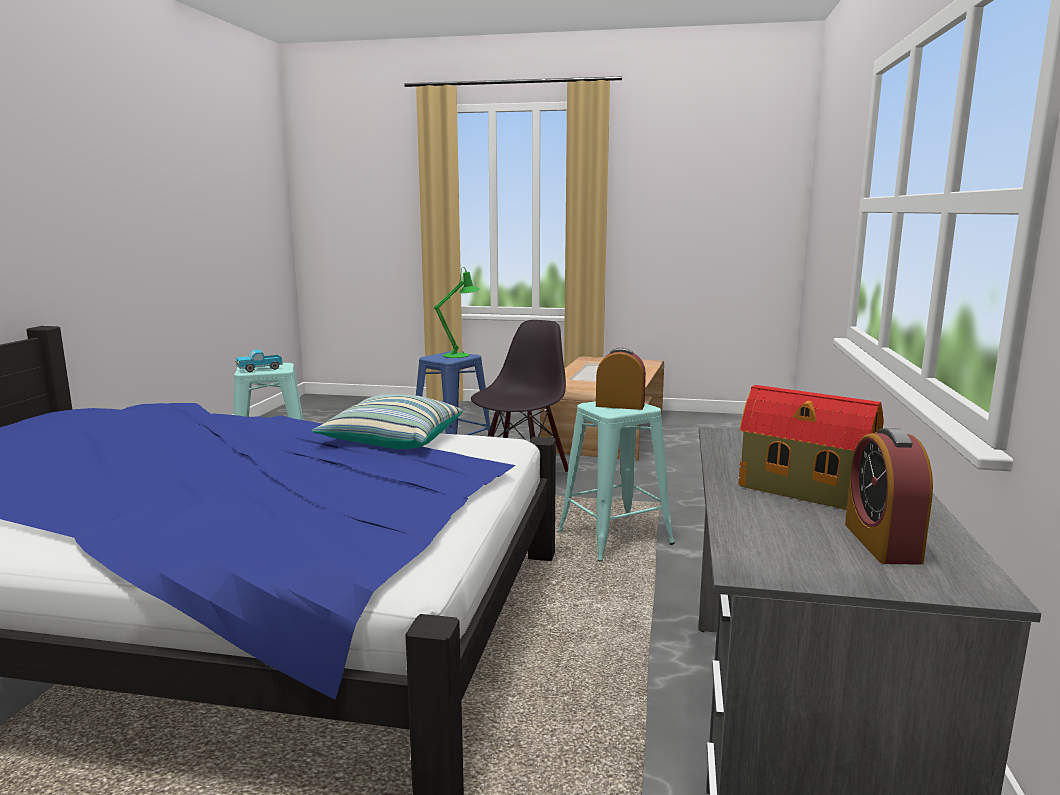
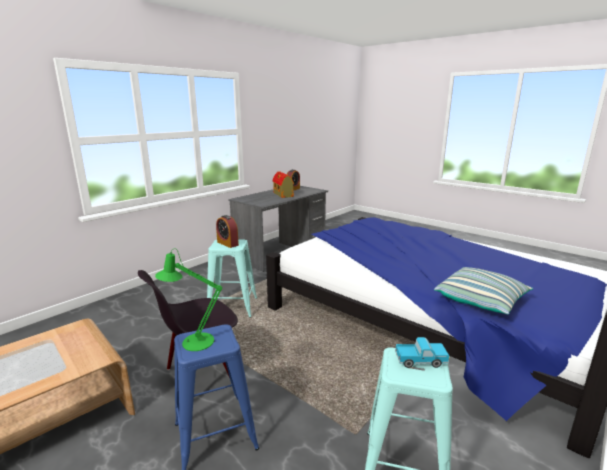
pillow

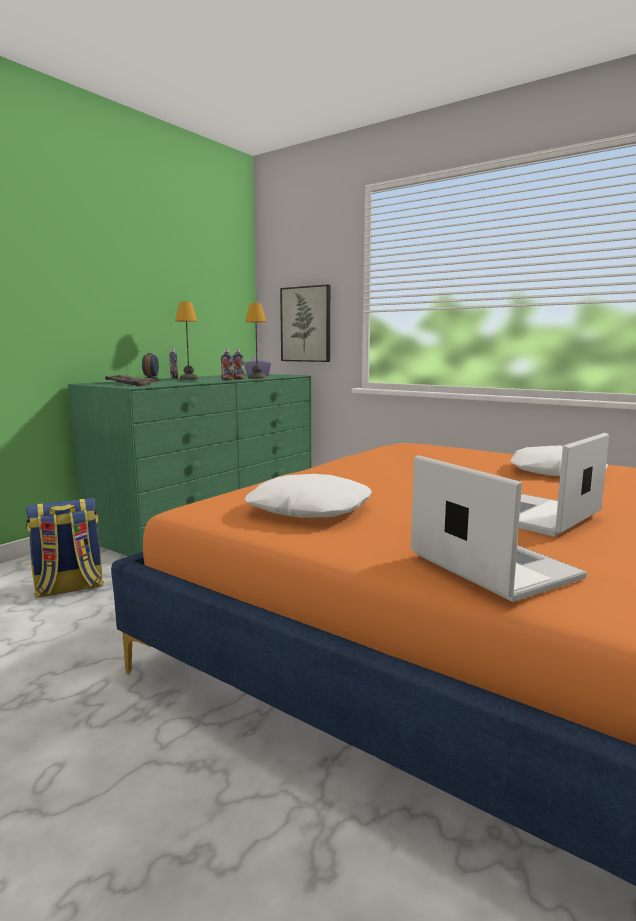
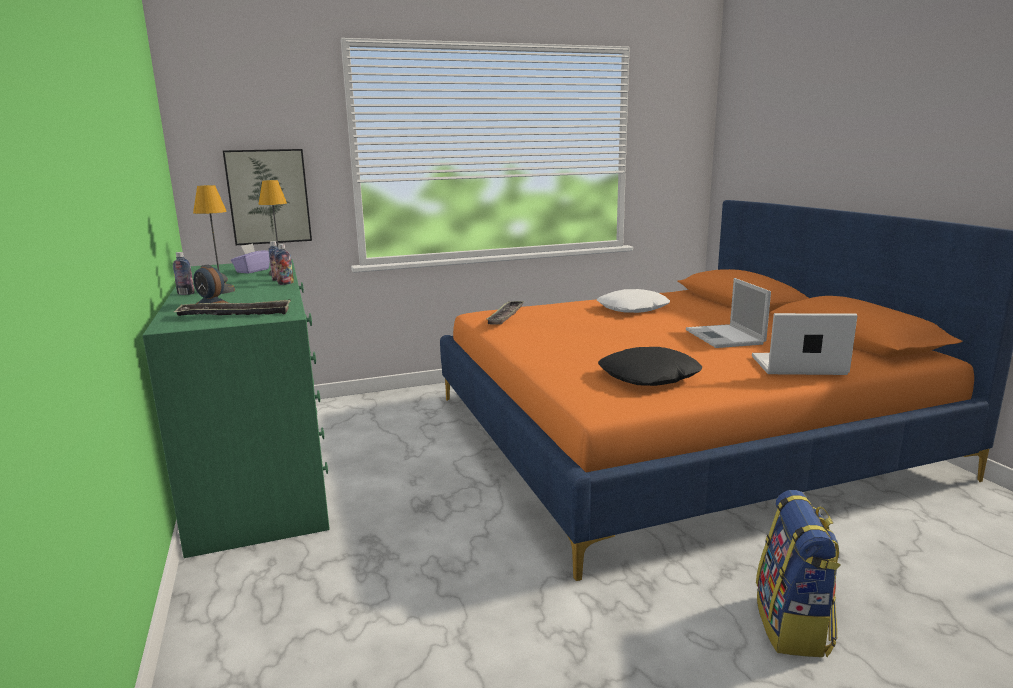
carrying tray (2nd from left)
knapsack
black pillow

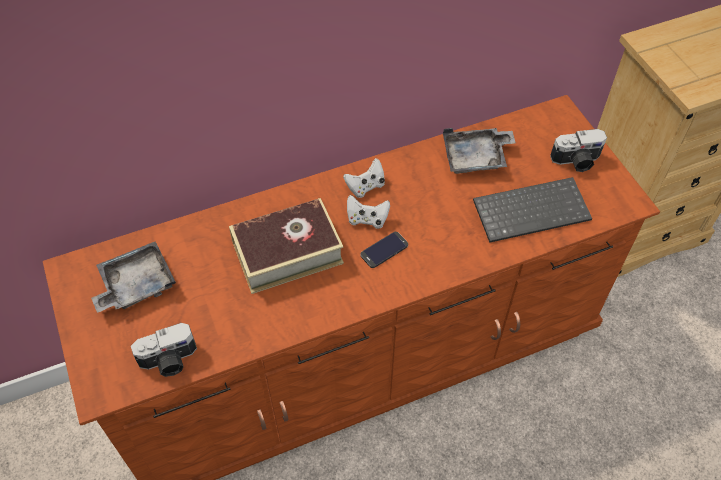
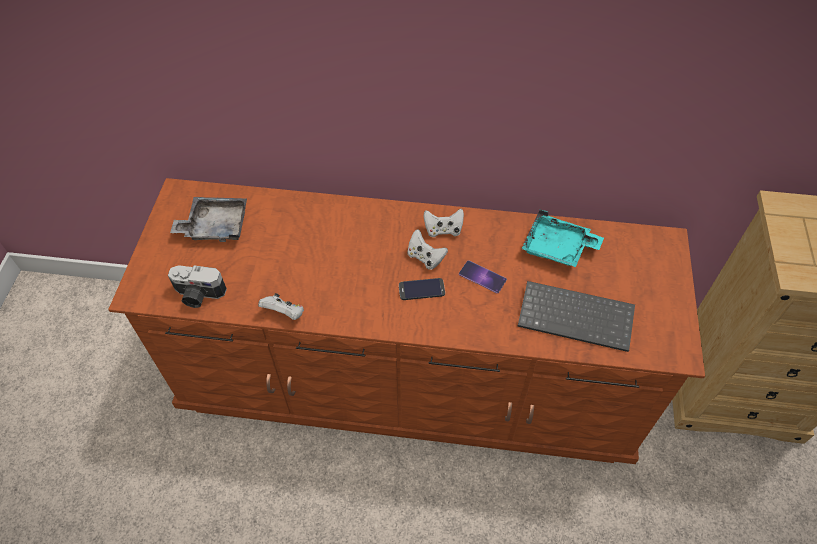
bound book
photo camera (2nd from left in the first image)
whitish game controller (1st from left)
handset (2nd from left)
turquoise-coloured carrying tray

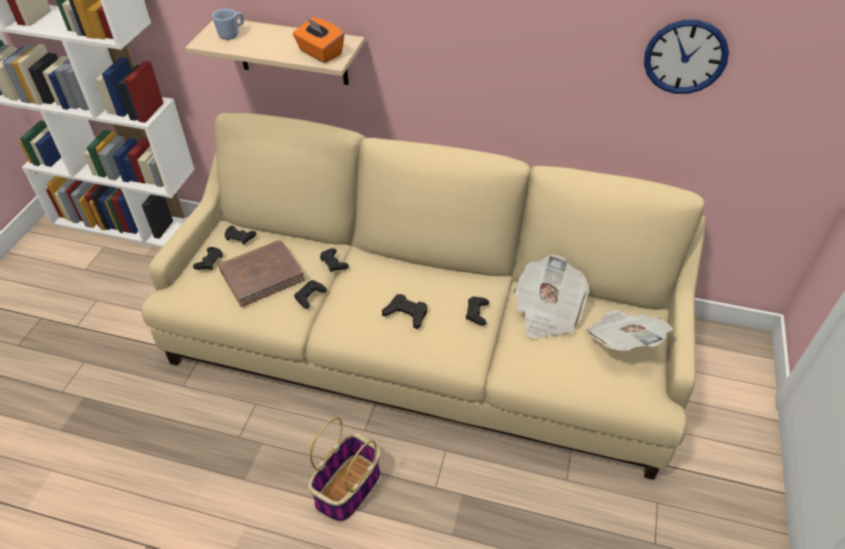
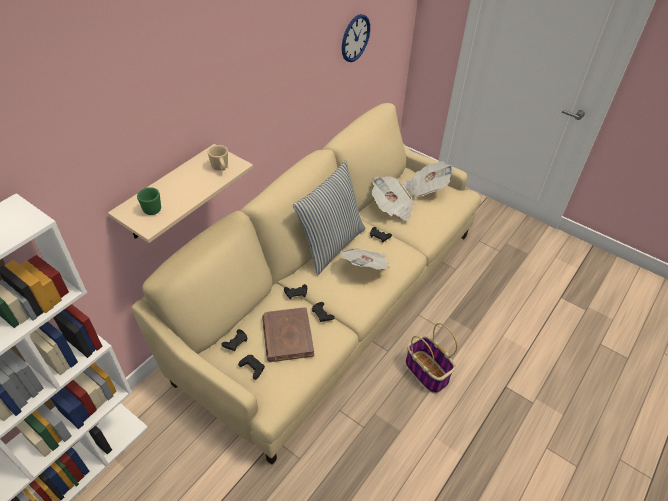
pillow
beige tea mug
daily paper (1st from left)
green tea mug

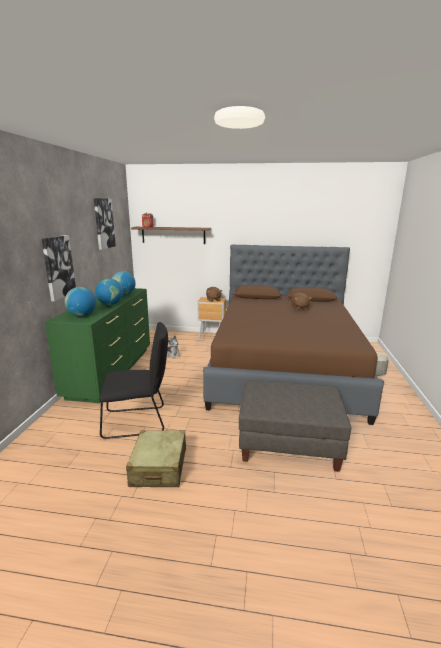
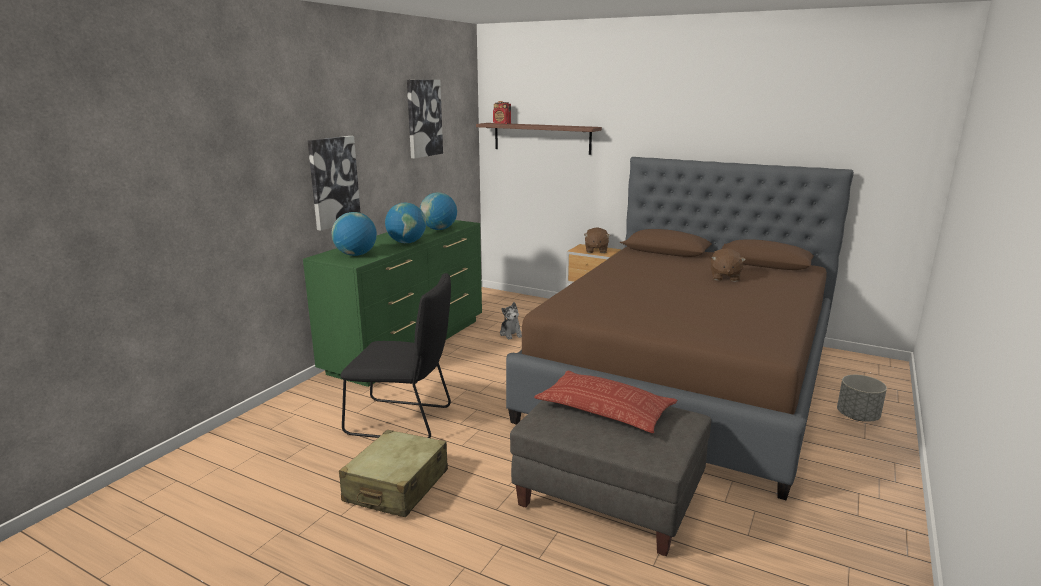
pillow

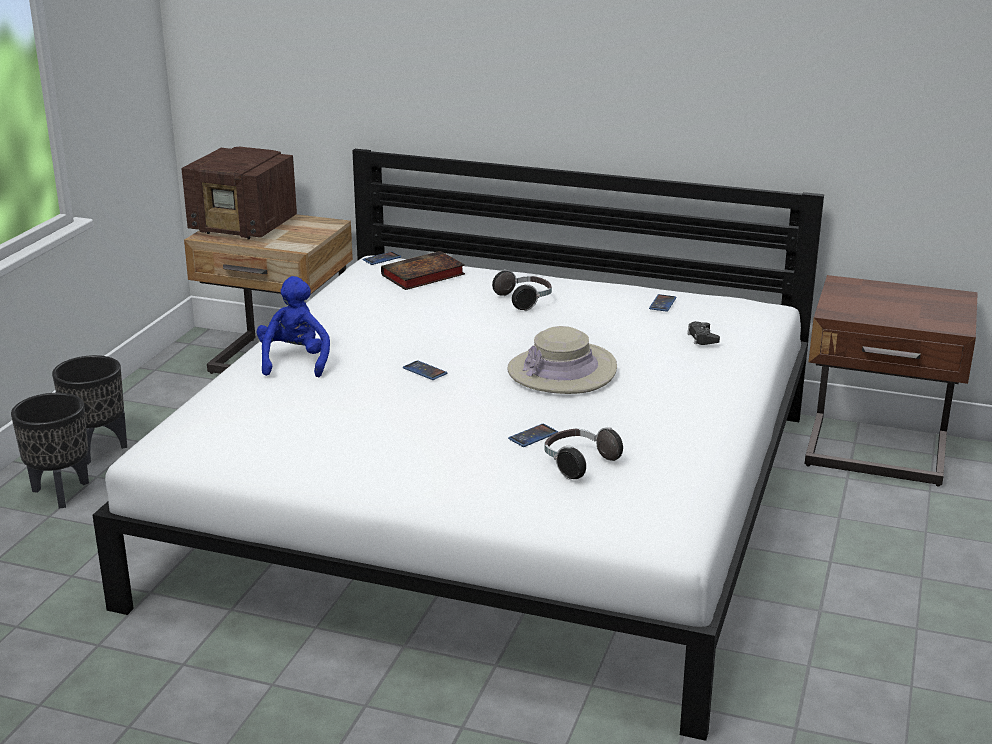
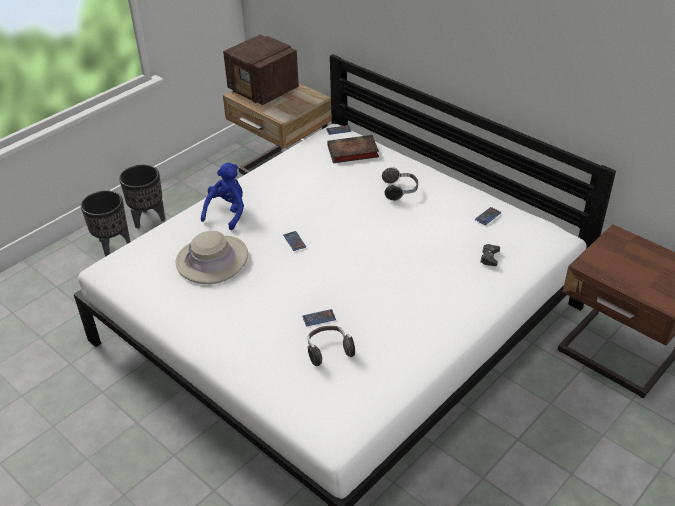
beige clothing hat

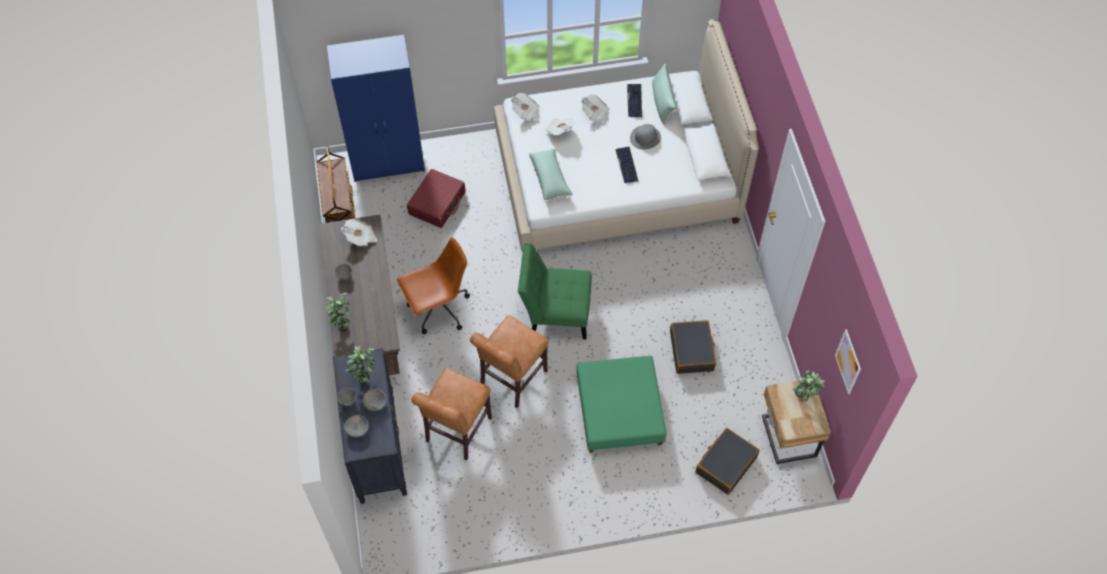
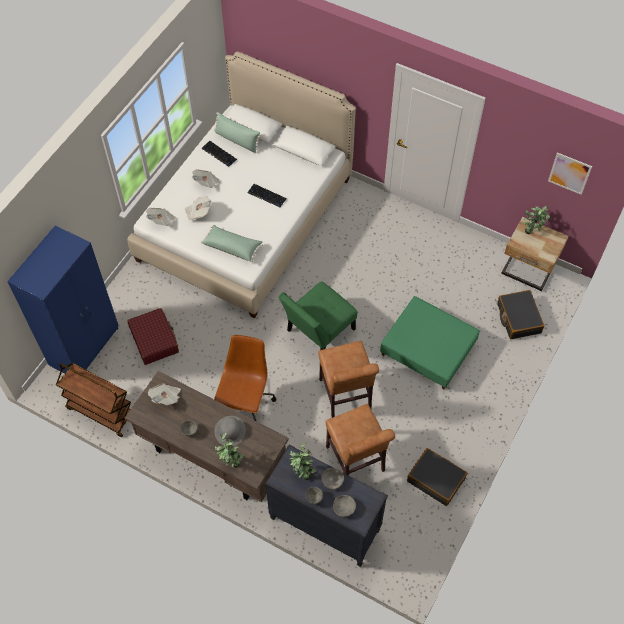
greyish clothing hat
black piece of luggage (1st from left)

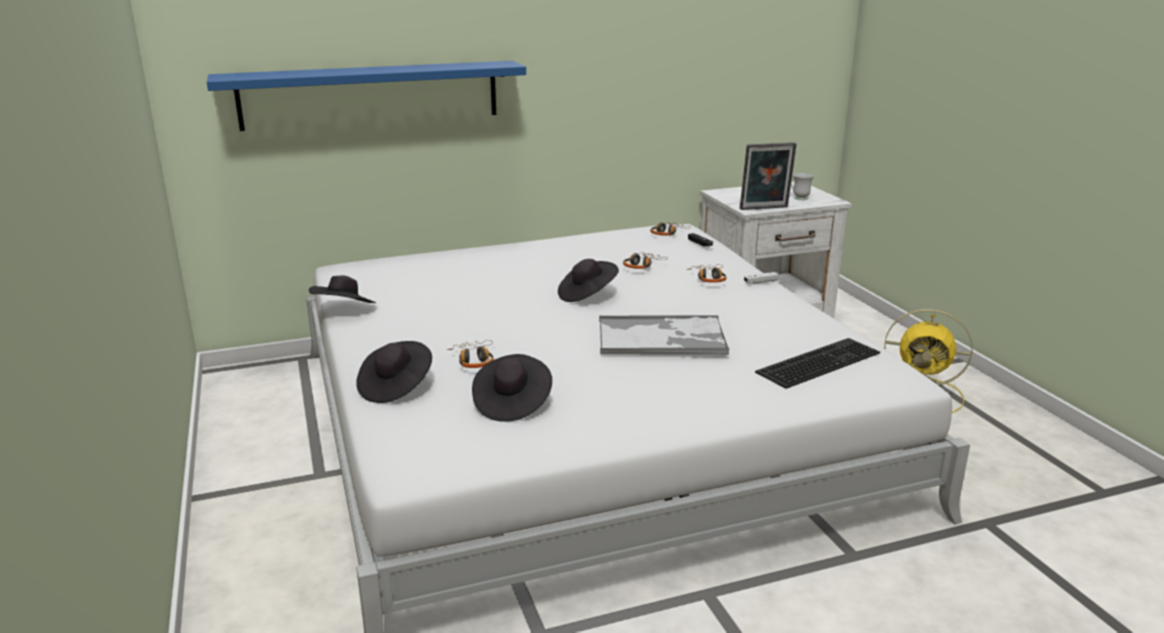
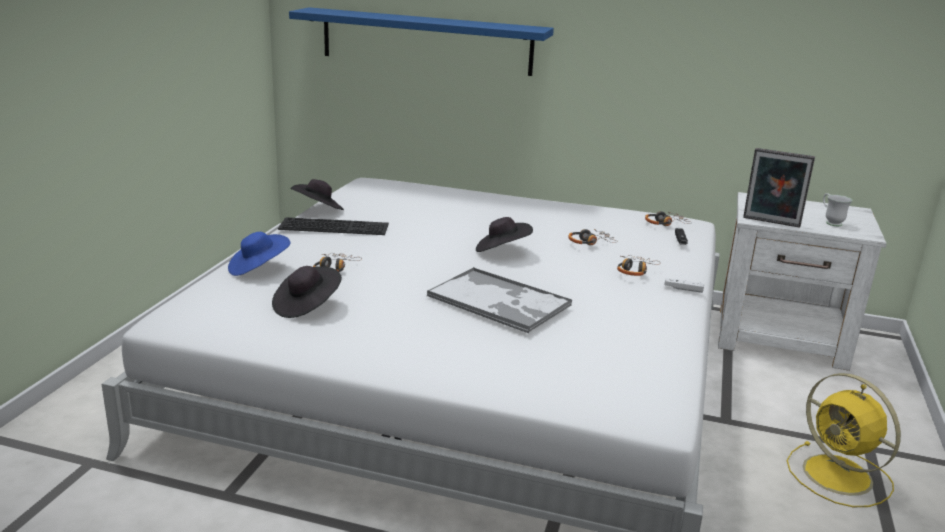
computer keyboard
blue clothing hat

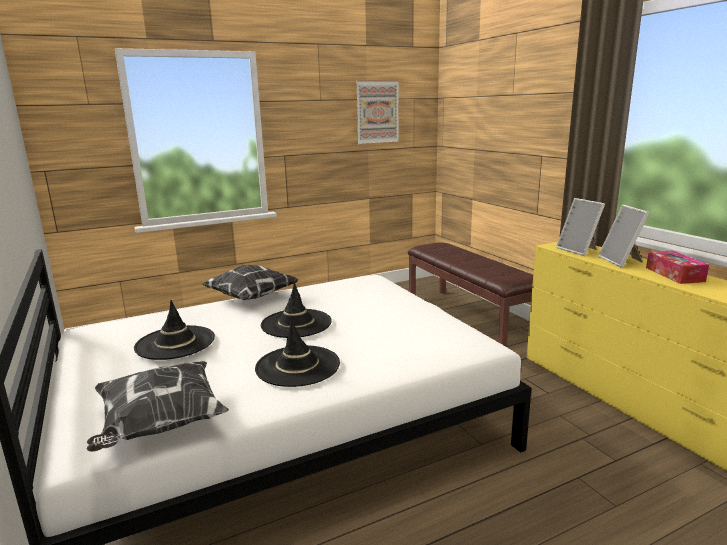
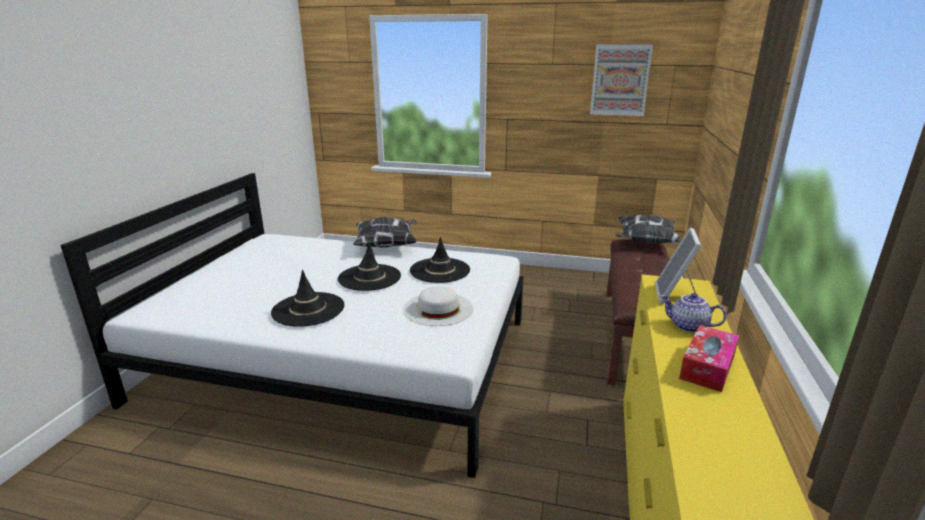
whitish clothing hat
pillow (2nd from left)
black clothing hat (3rd from left)
teapot

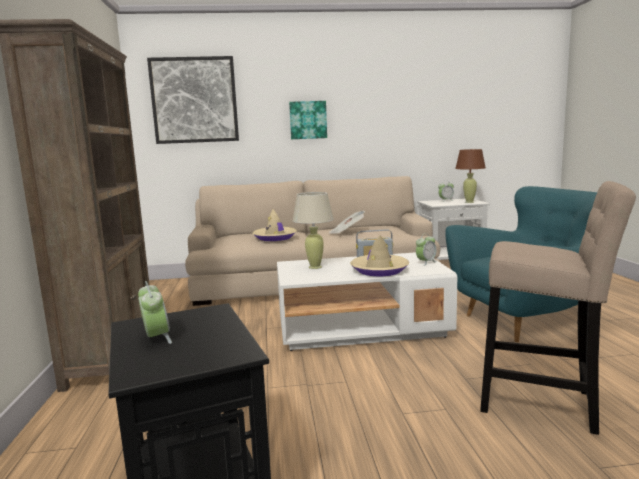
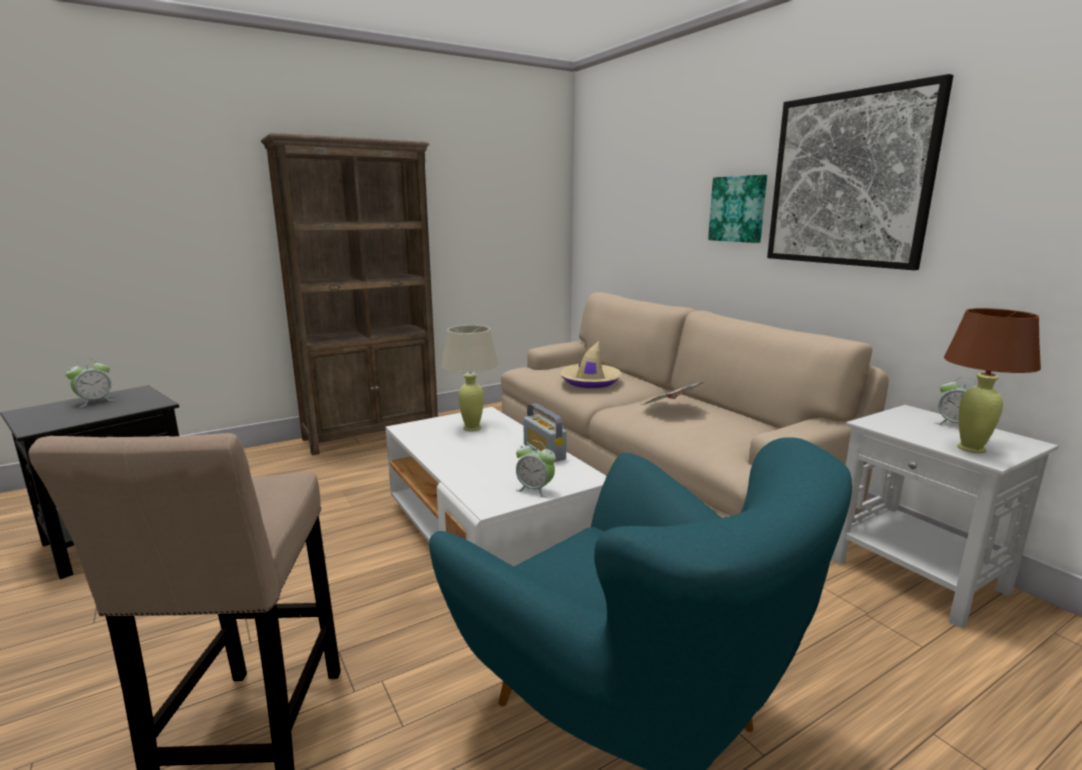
beige clothing hat (2nd from left in the first image)
wall picture (2nd from left)

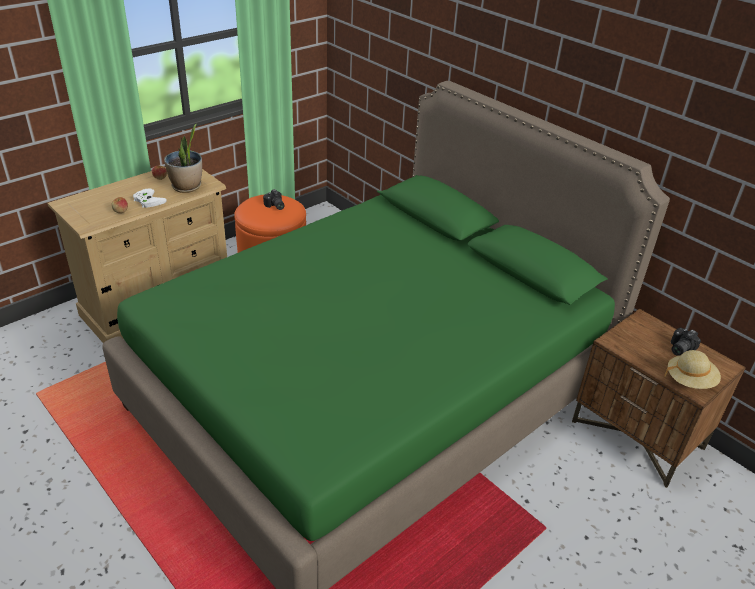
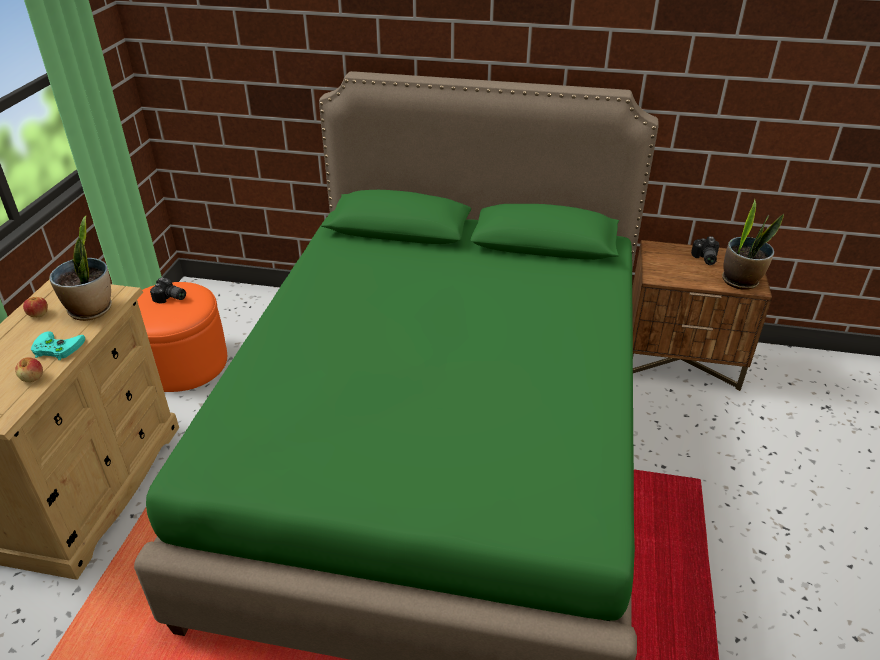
plant in a pot (2nd from left)
turquoise-coloured game controller

